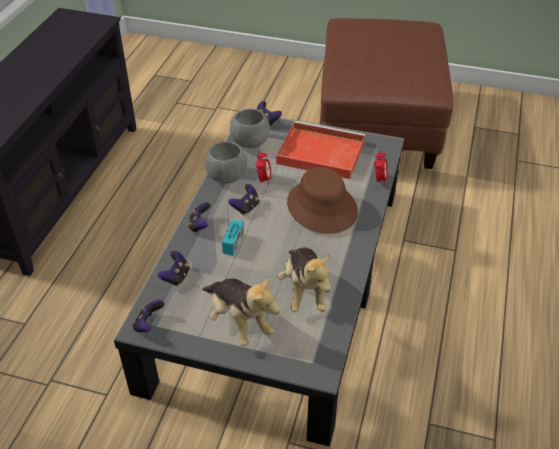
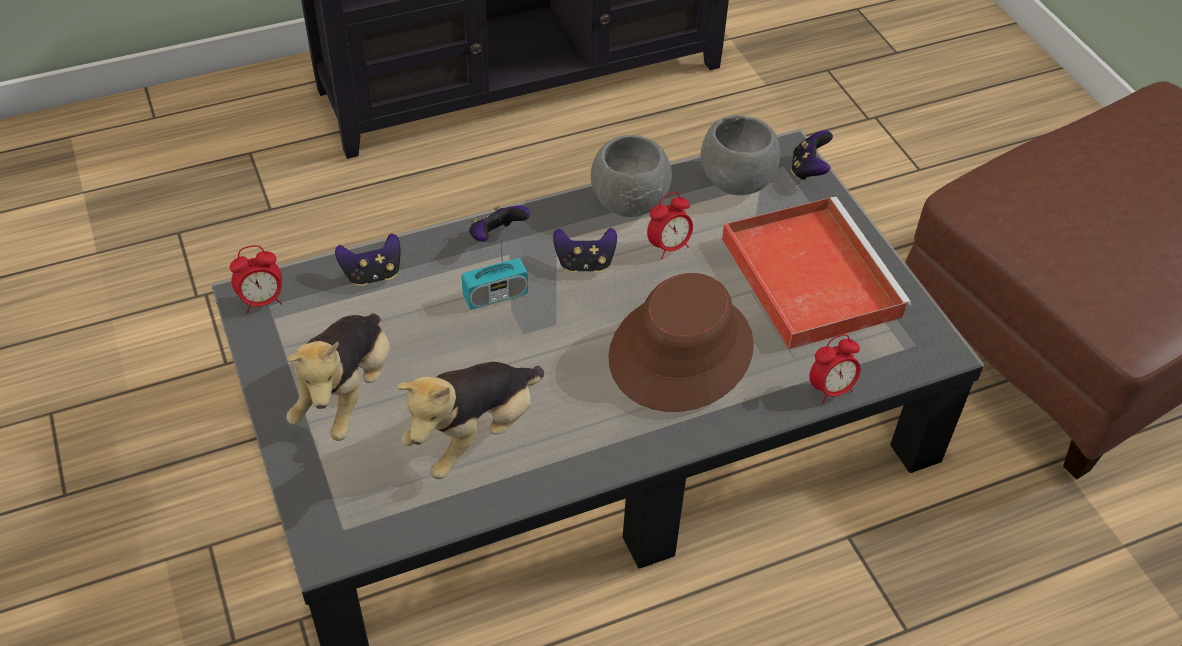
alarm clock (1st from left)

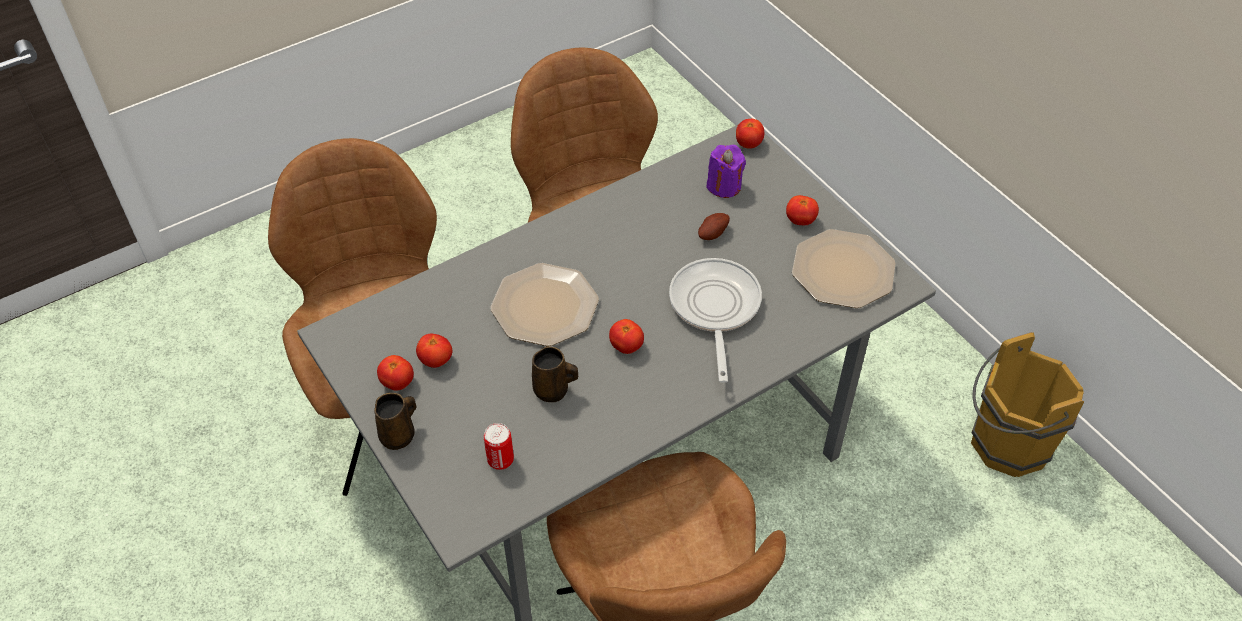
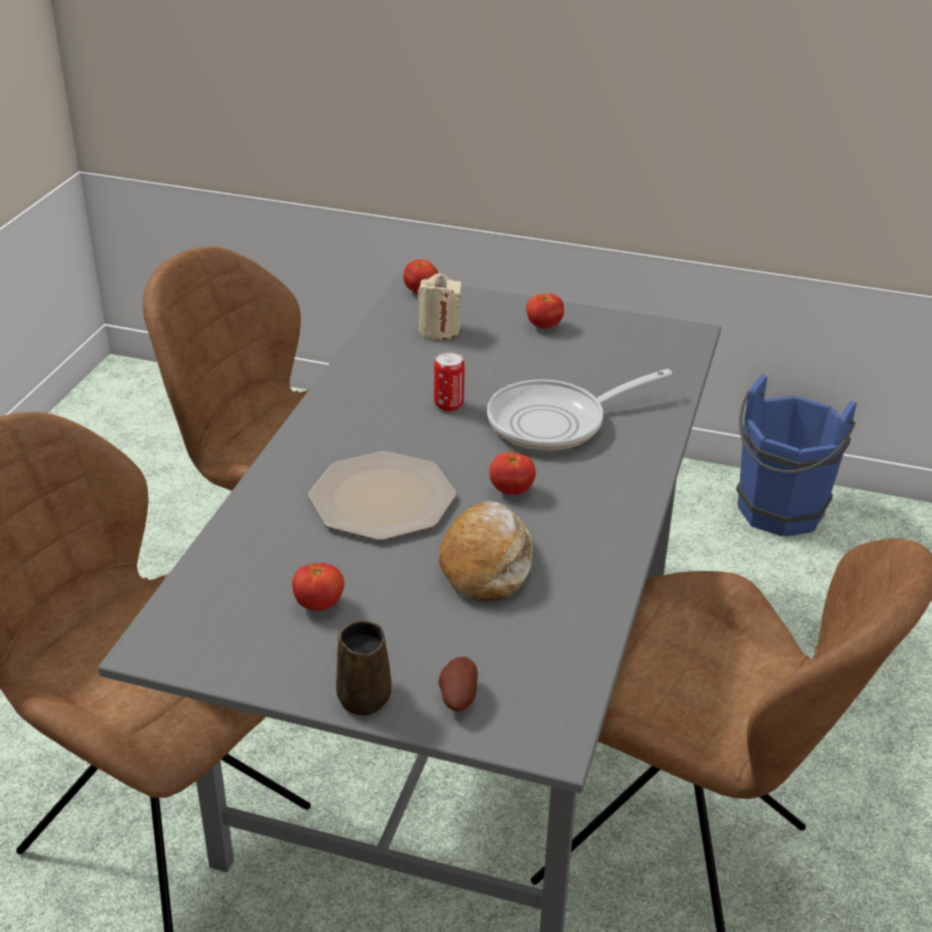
whole tomato (1st from left in the first image)
dinner plate (2nd from left in the first image)
metal can
spud
bakery bread
beige wax candle
blue water bucket
pan

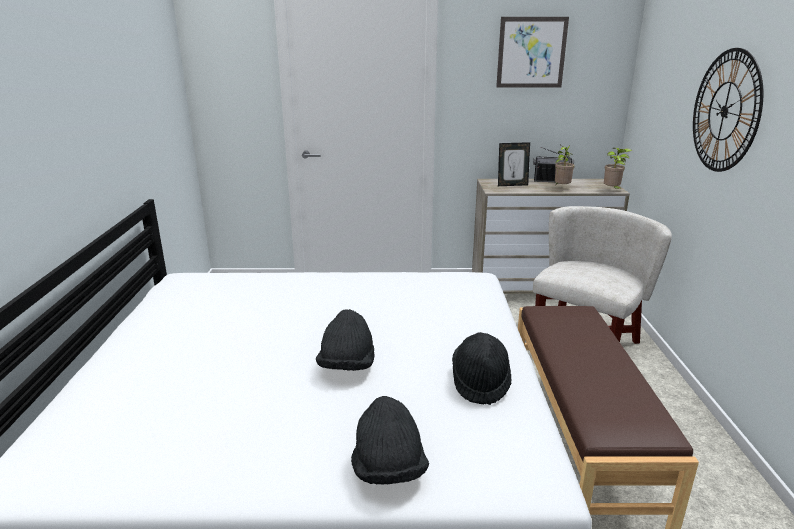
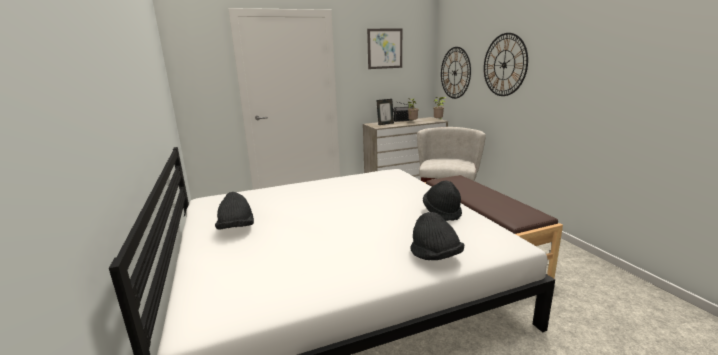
wall clock (1st from left)
black clothing hat (1st from left)

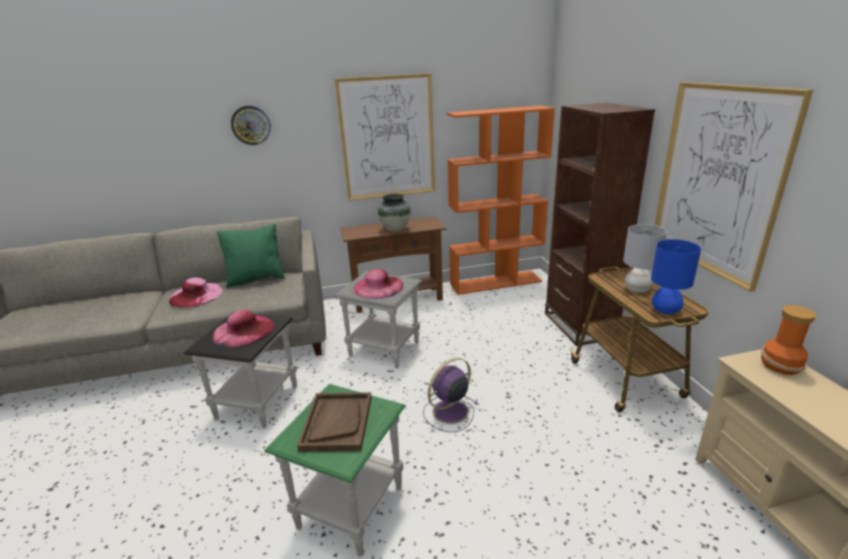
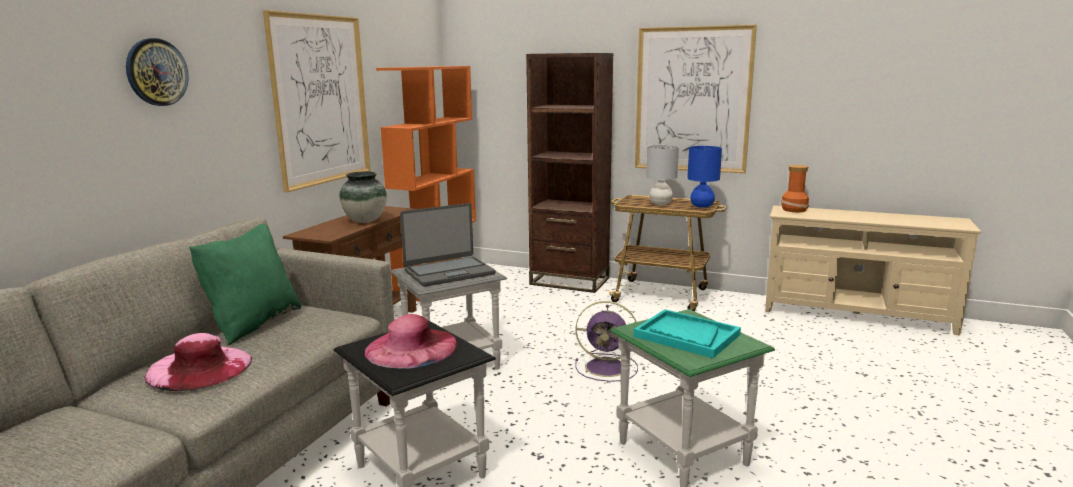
portable computer
turquoise-coloured carrying tray
purple electric fan

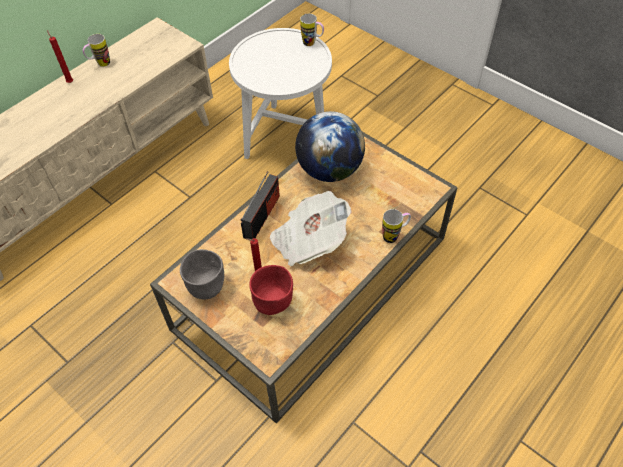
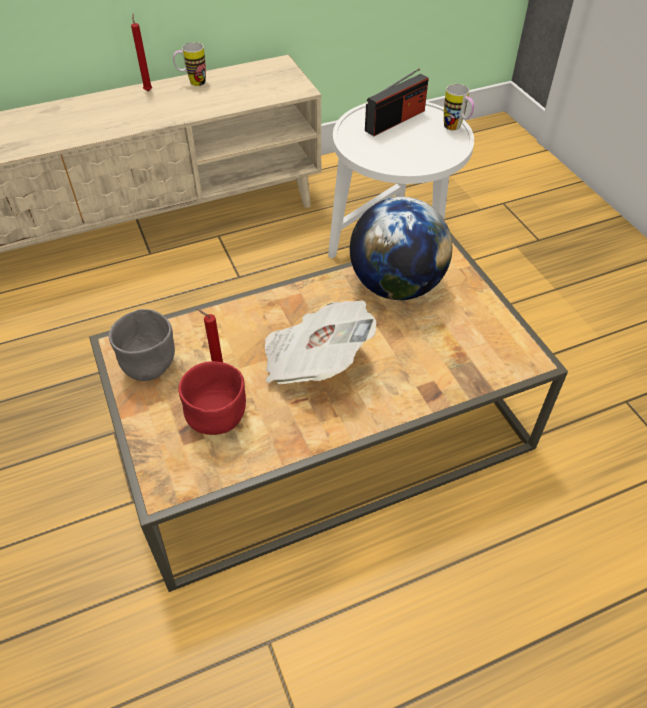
tea mug (3rd from left in the first image)
radio set

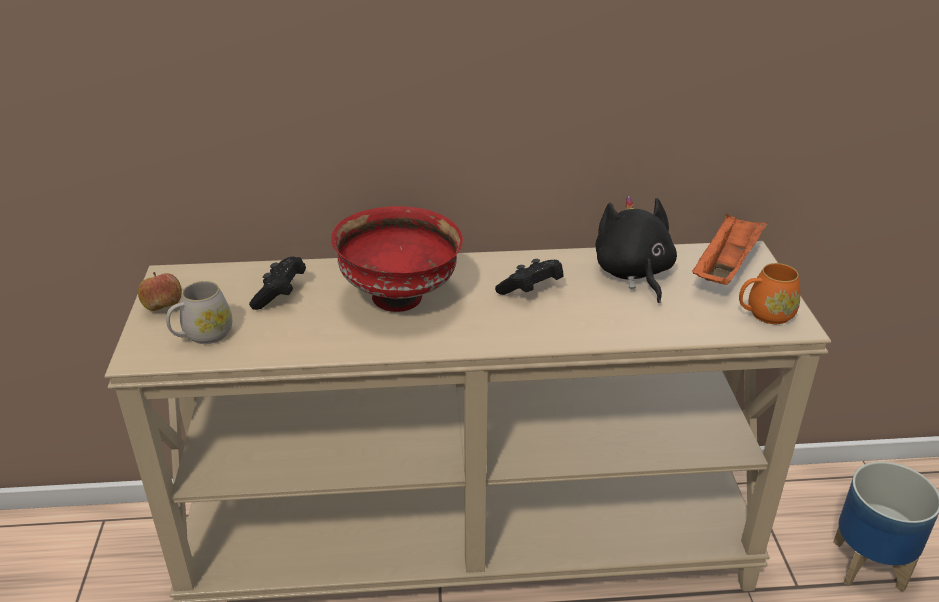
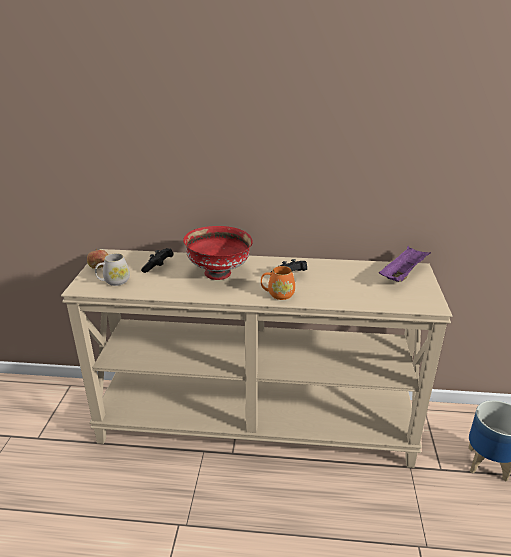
black plush toy
orange-coloured tea mug
purple carrying tray

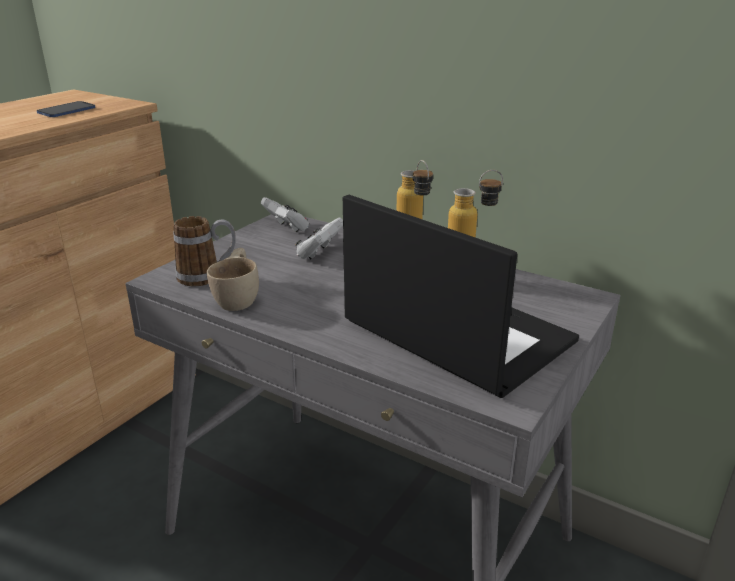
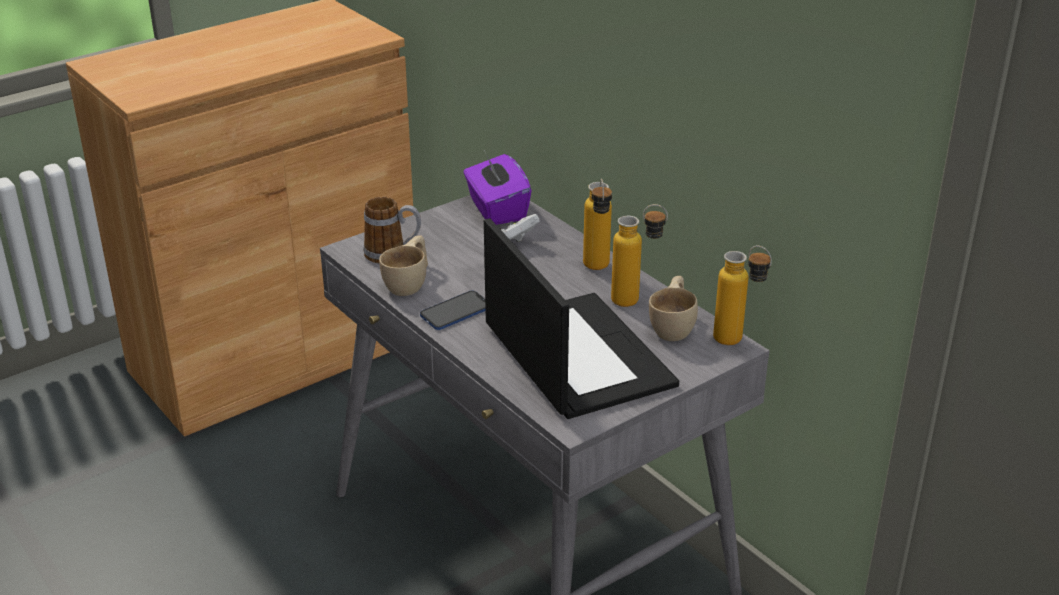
beige drinking cup (2nd from left)
drink bottle (3rd from left)
handset
purple tissue holder

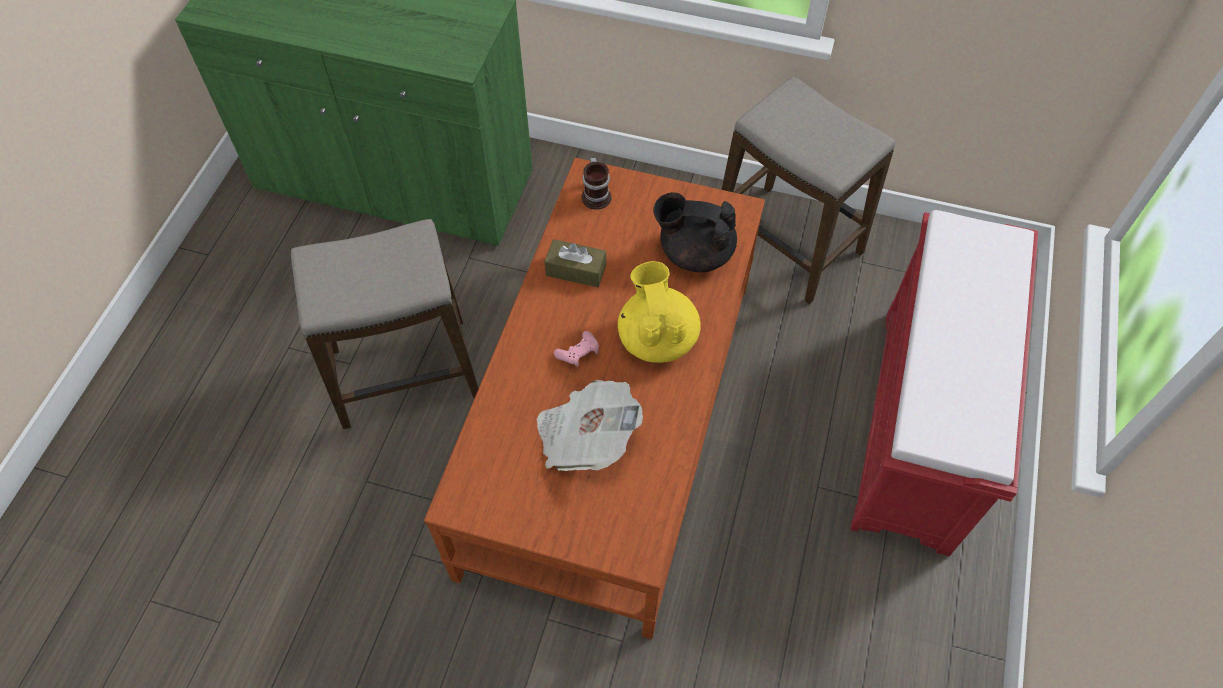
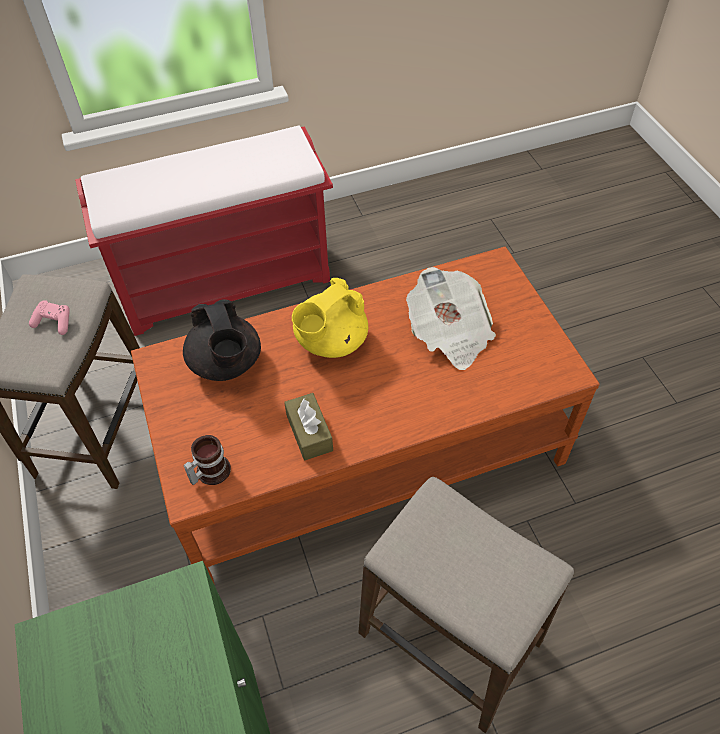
pinkish game controller

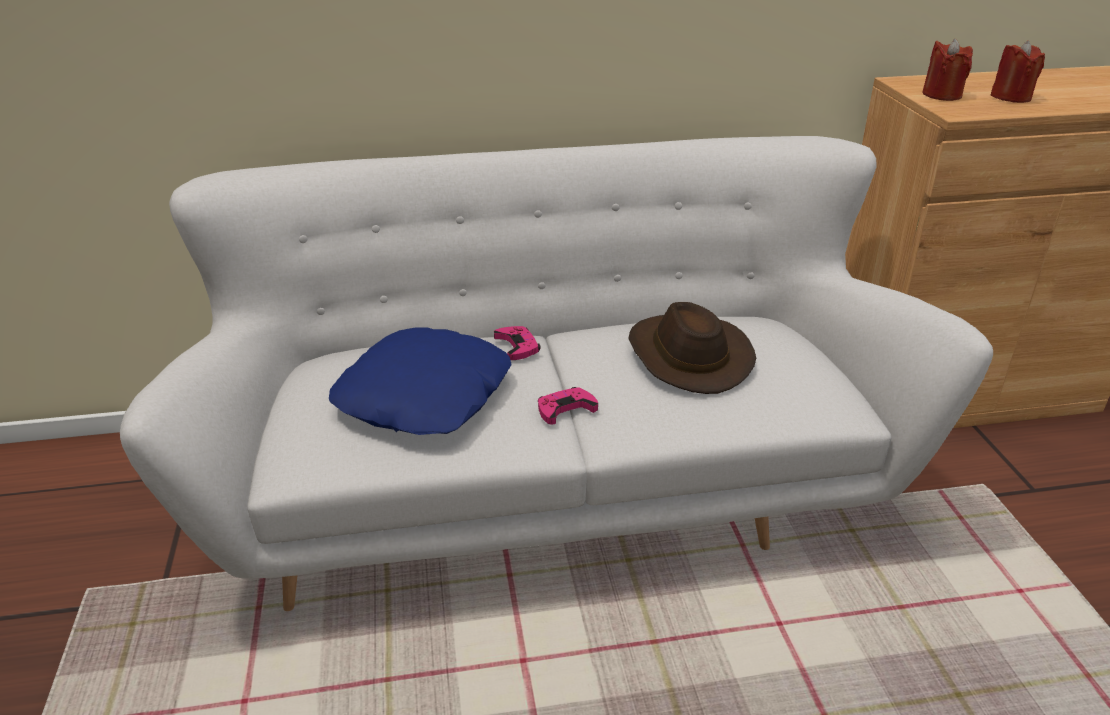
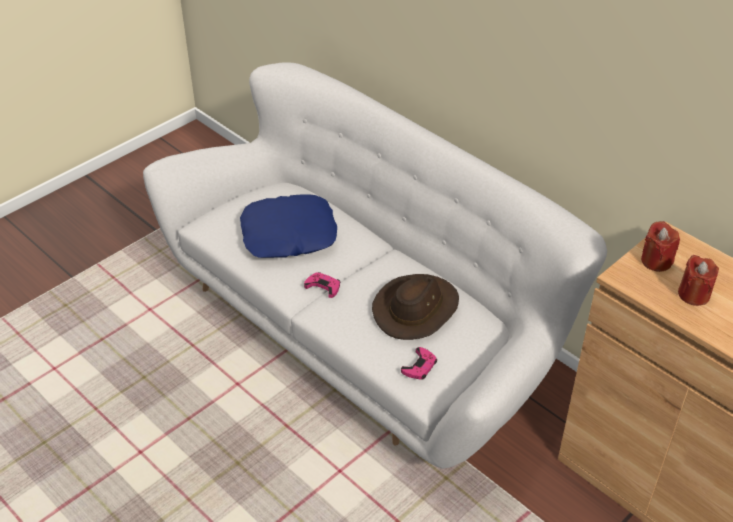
pinkish game controller (2nd from left)

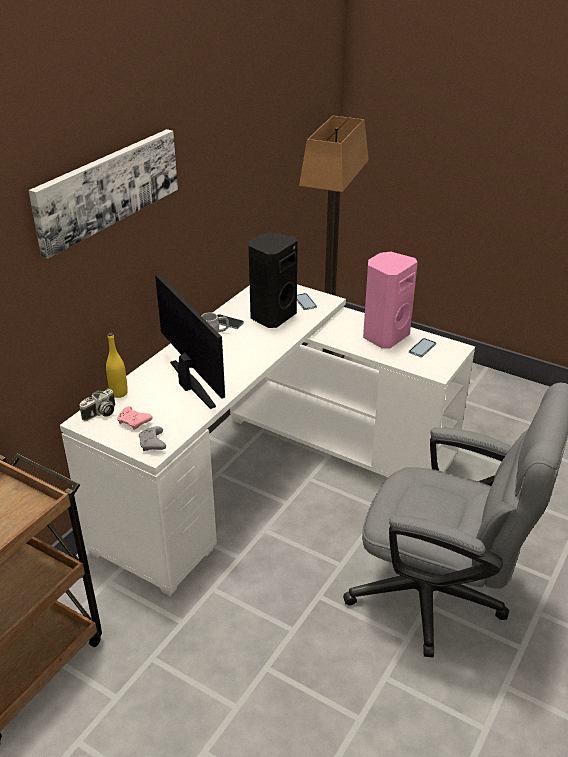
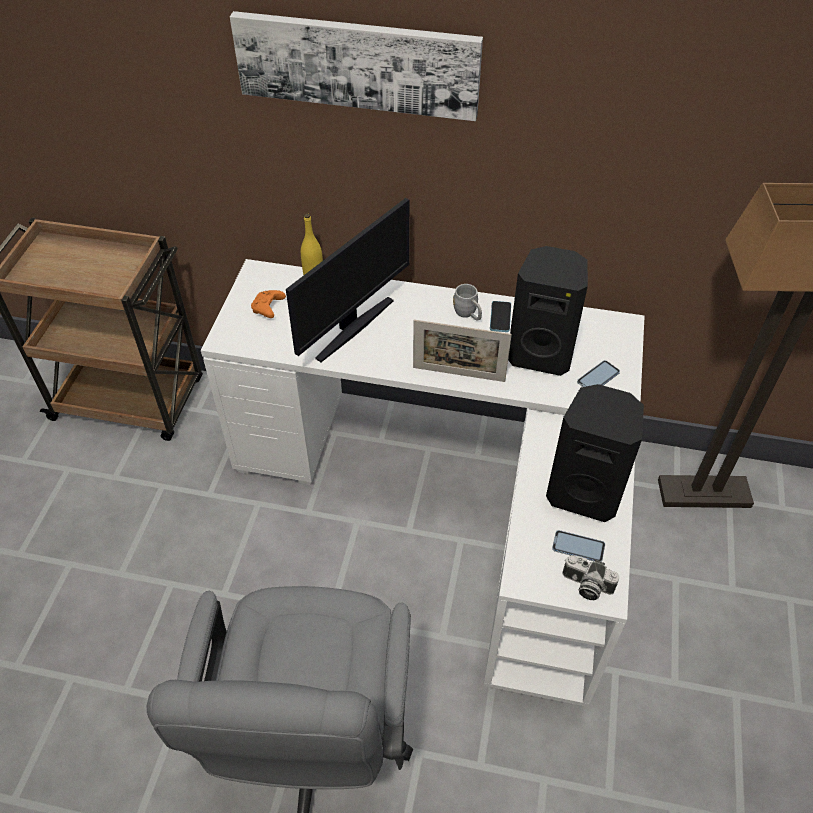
greyish game controller
photo frame
photo camera
orange-coloured game controller
black audio speaker (2nd from left)

